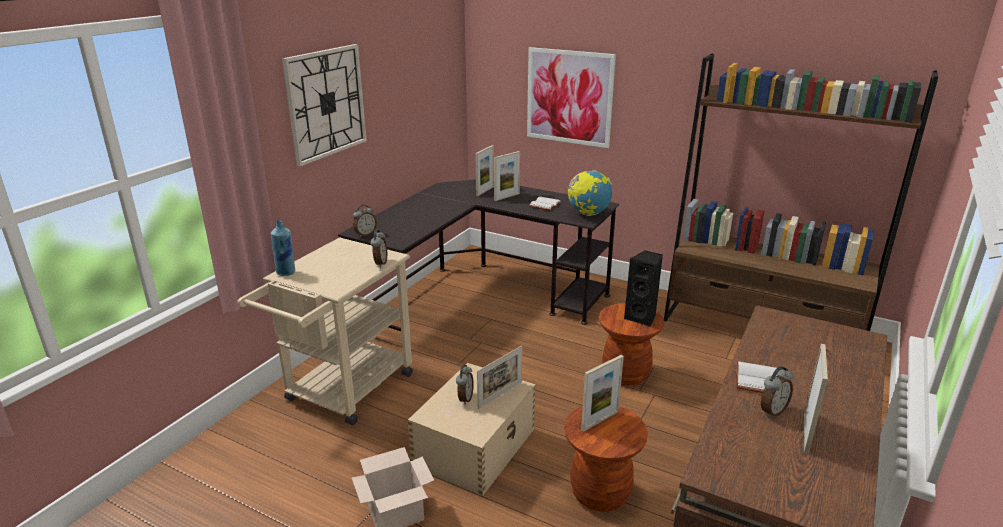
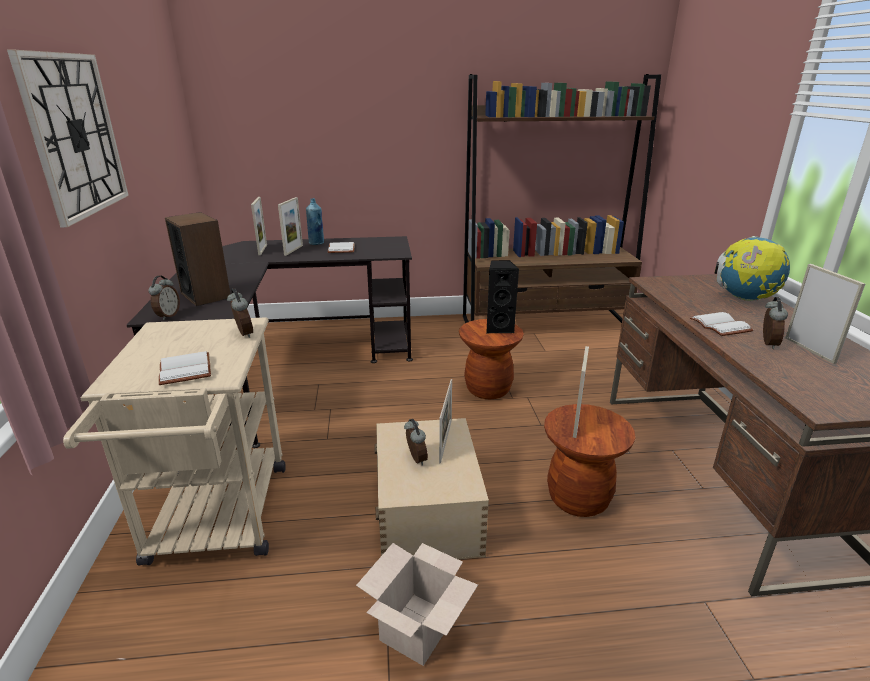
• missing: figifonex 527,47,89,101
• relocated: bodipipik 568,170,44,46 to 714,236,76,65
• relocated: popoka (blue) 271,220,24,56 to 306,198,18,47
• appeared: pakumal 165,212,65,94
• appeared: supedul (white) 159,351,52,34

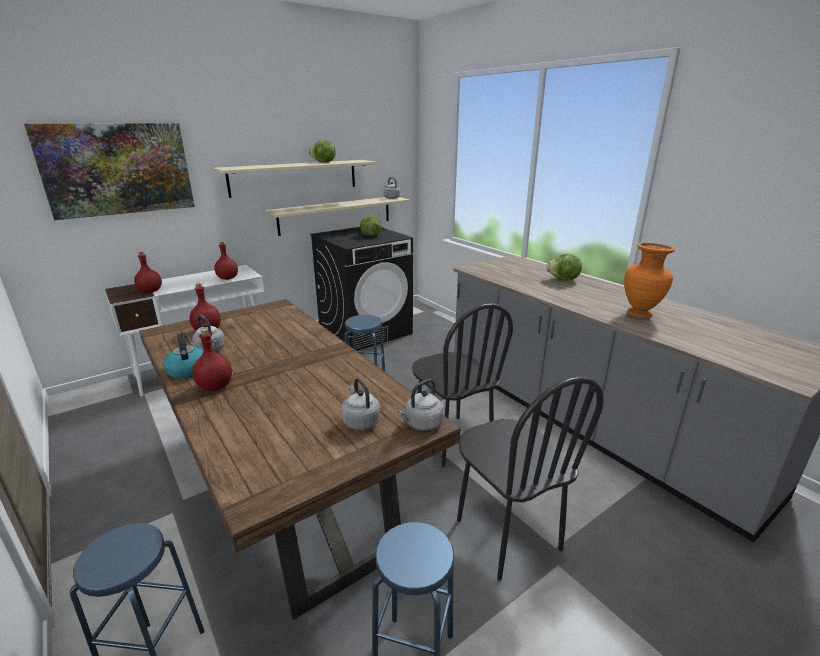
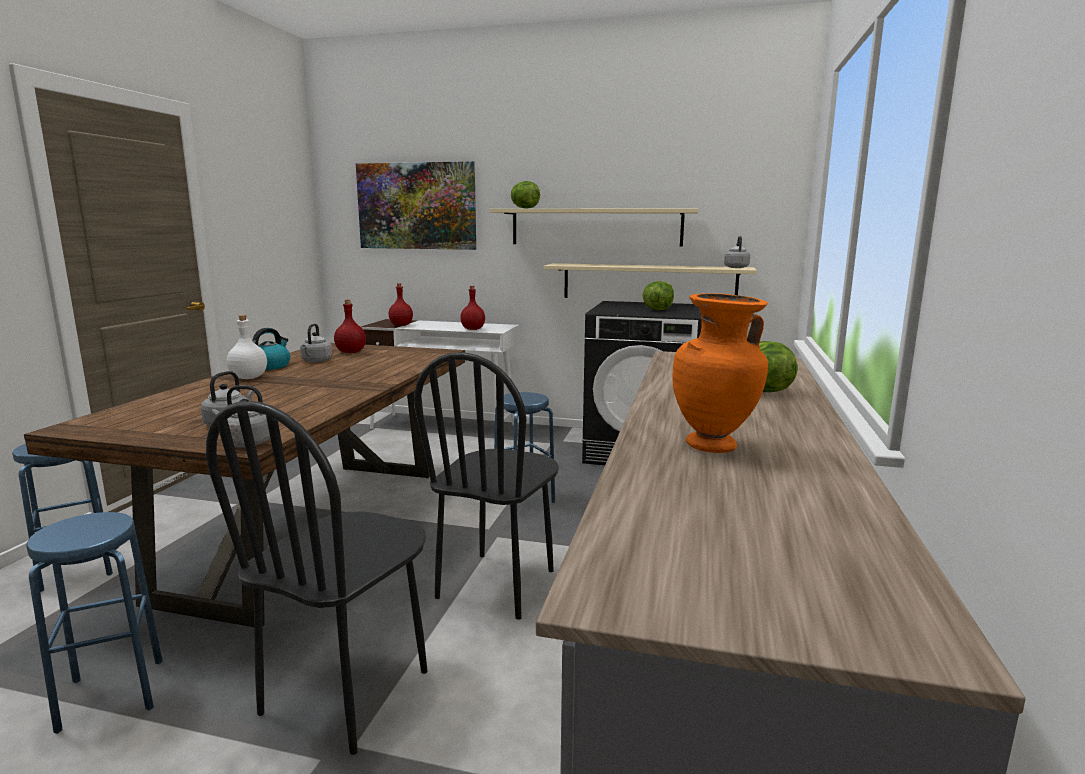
• relocated: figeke 309,141,26,22 to 511,181,29,28
• colour: popoka (red) 192,328,40,63 to popoka (white) 227,315,40,64

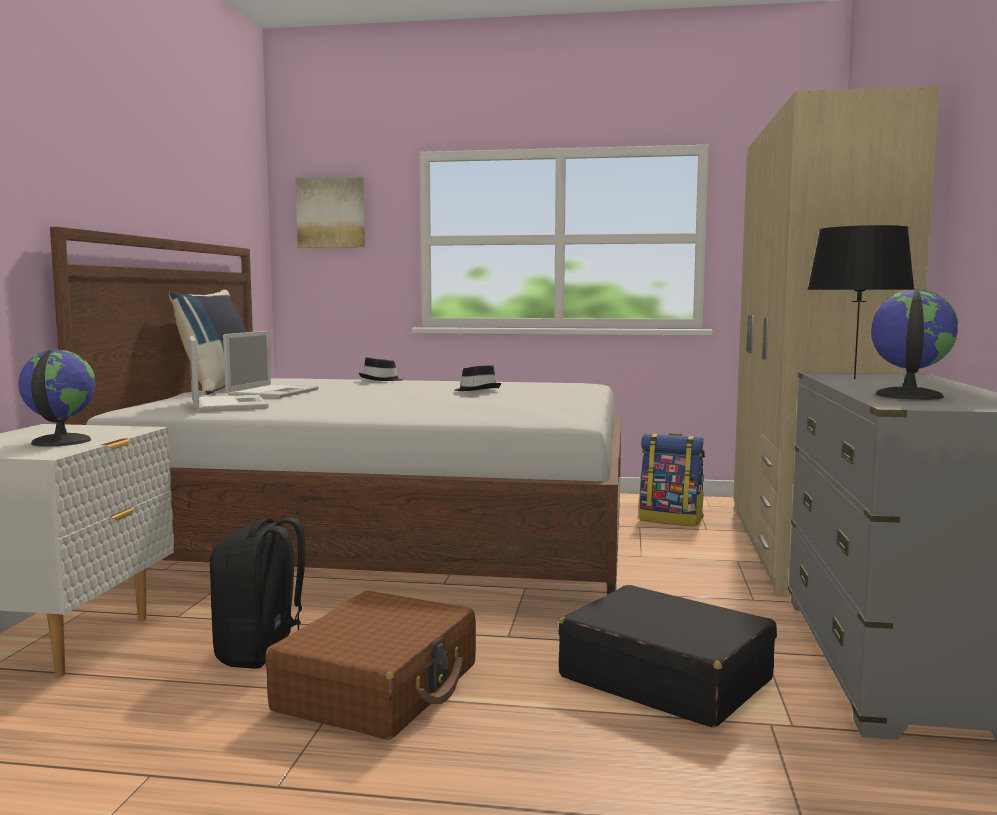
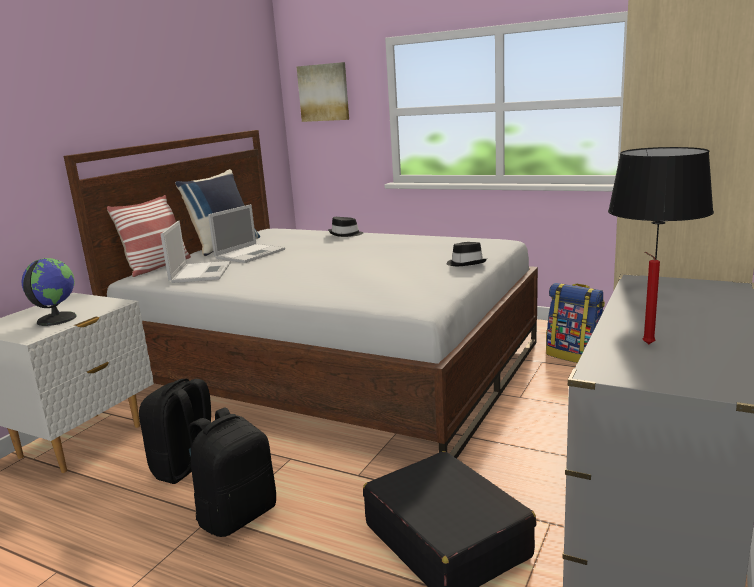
• exchanged: bodipipik 870,289,88,111 to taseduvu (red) 643,252,17,93
• relocated: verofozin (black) 455,365,46,26 to 447,242,40,24
• exchanged: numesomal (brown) 265,591,211,149 to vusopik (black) 188,407,88,130
• appeared: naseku 107,195,84,82

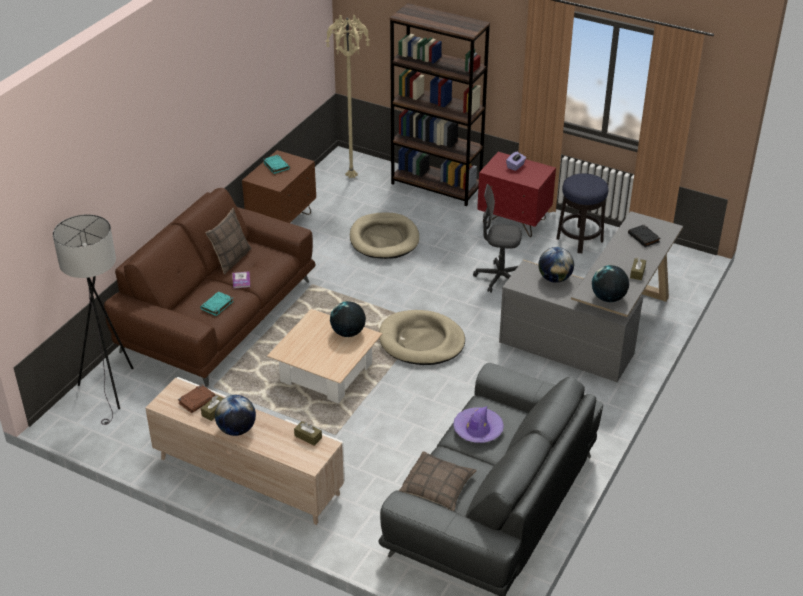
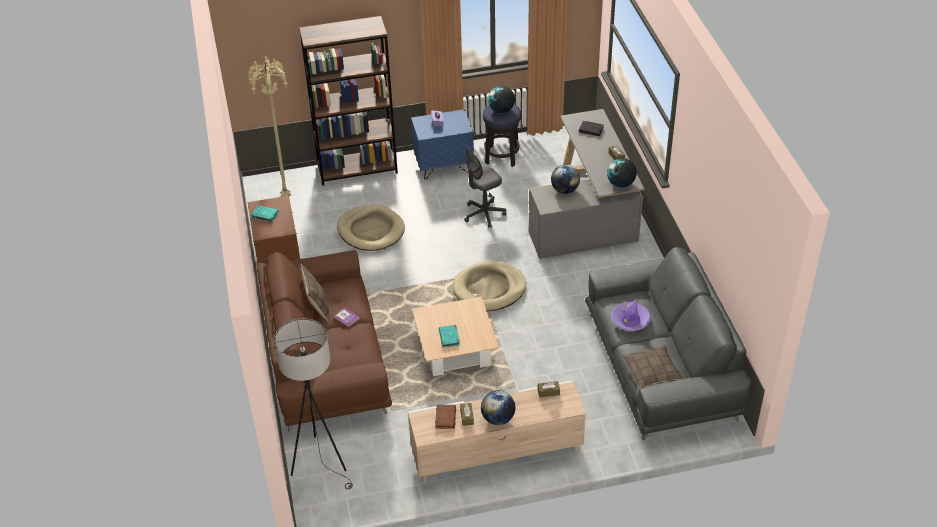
• colour: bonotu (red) 477,152,79,85 to bonotu (blue) 411,109,63,71
• relocated: supedul (turquoise) 200,291,34,25 to 439,325,21,23
• relocated: bodipipik 330,301,36,36 to 488,86,27,27

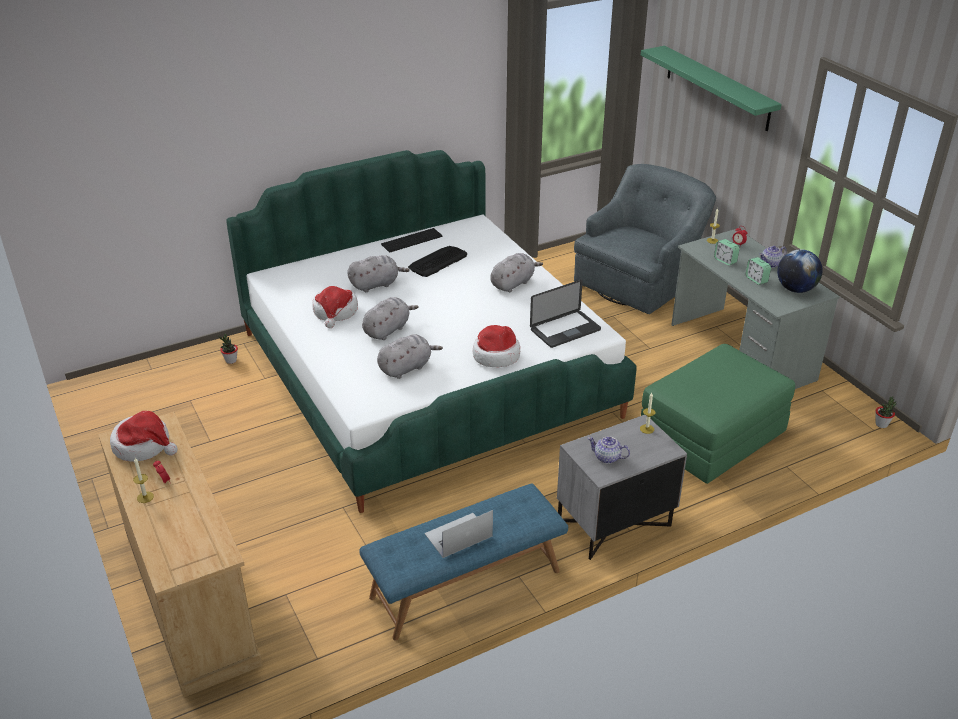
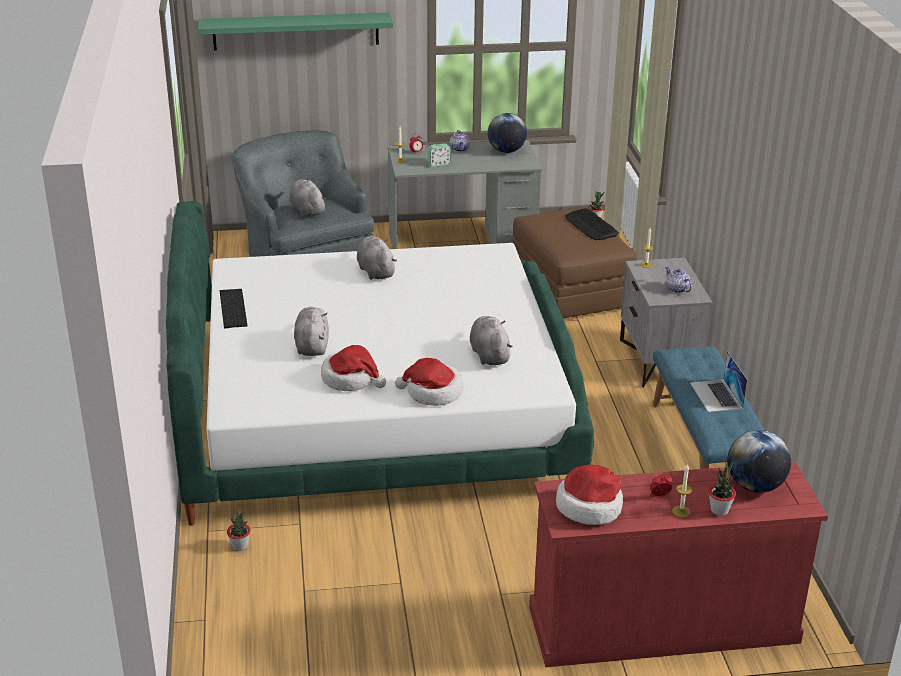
• relocated: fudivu 408,246,59,31 to 565,208,54,32
• missing: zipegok 746,257,25,28
• missing: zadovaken 530,280,71,68
• relocated: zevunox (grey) 362,297,57,43 to 289,179,37,38
• relocated: verofozin 473,325,47,42 to 395,358,68,48
• colour: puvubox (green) 641,344,154,140 to puvubox (brown) 513,207,124,111
• colour: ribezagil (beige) 98,412,165,285 to ribezagil (red) 529,462,299,205
• spun: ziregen 588,436,42,28 = 665,266,27,27 105 degrees clockwise
• appeared: bodipipik 727,430,64,63
• appeared: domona 708,463,28,53

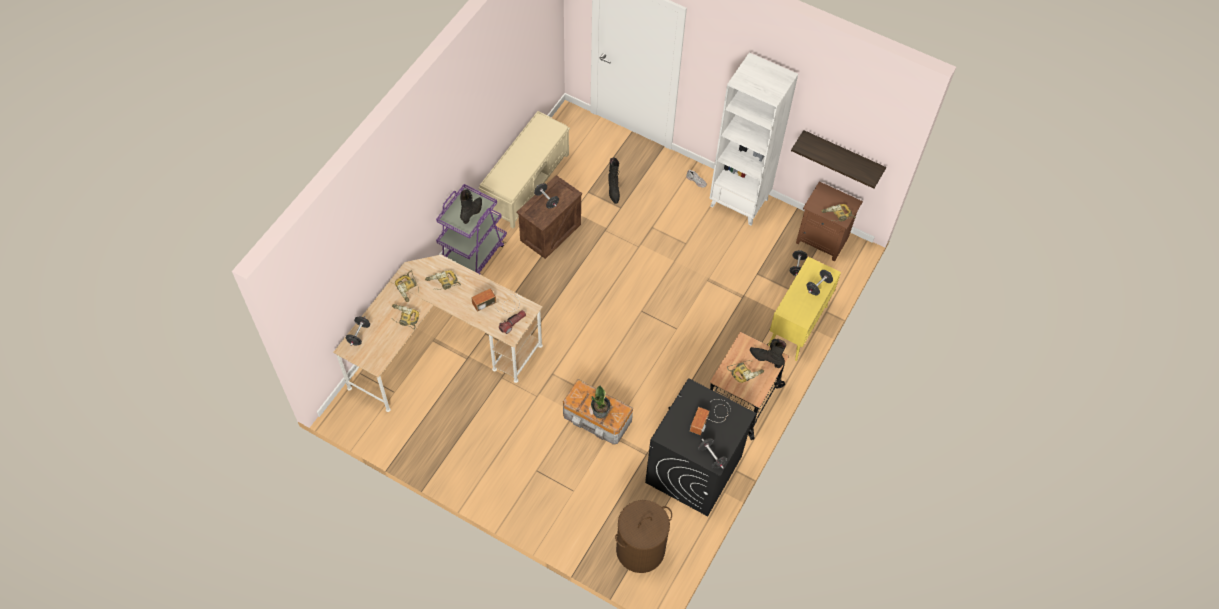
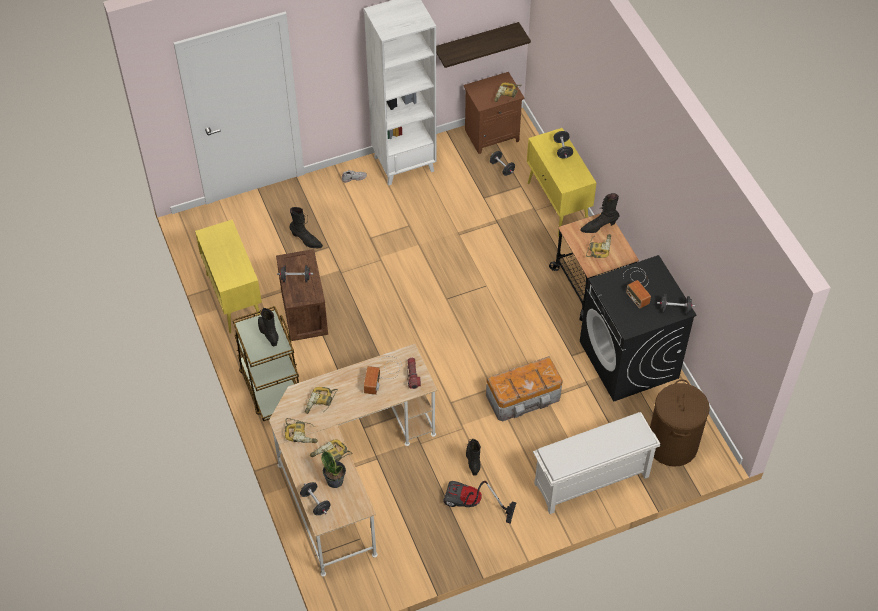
• exchanged: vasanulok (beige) 479,111,91,118 to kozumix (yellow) 195,219,67,114
• colour: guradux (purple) 436,184,71,90 to guradux (brown) 233,306,66,115
• relocated: domona 591,385,20,34 to 321,451,25,37
• appeared: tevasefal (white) 533,412,127,102
• appeared: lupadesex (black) 466,439,15,37
• appeared: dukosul 443,481,74,43

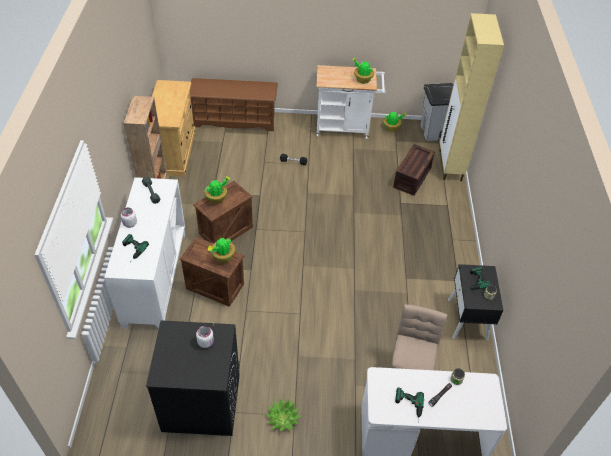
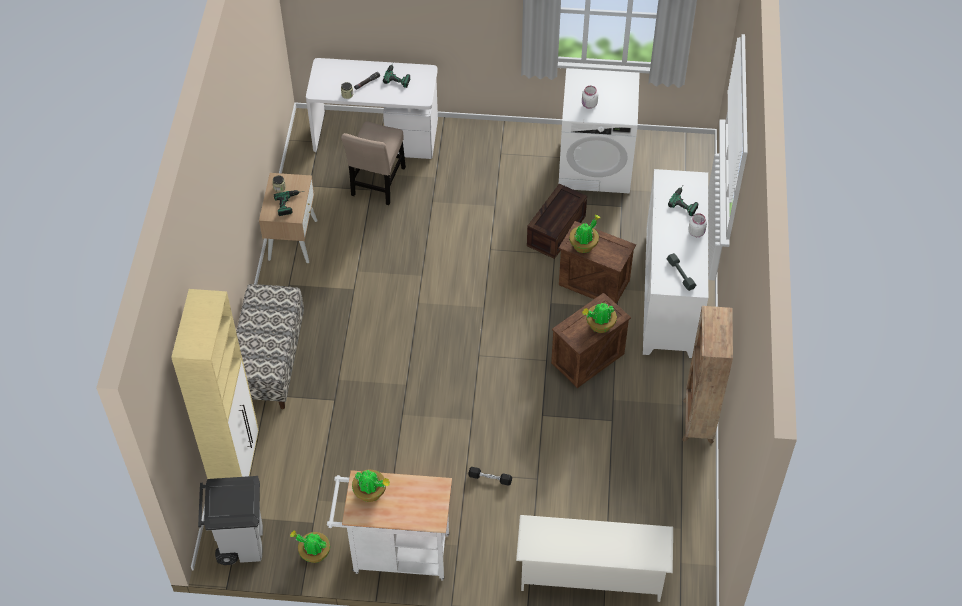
• colour: tevasefal (brown) 190,78,88,53 to tevasefal (white) 516,515,157,87
• missing: kozumix (beige) 152,80,44,96
• relocated: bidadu 393,144,42,52 to 527,184,60,75
• colour: bonotu (black) 448,264,56,77 to bonotu (beige) 259,173,59,90
• colour: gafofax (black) 146,320,94,116 to gafofax (white) 558,68,82,125
• missing: domona 266,398,35,34
• appeared: vasanulok 236,284,68,125

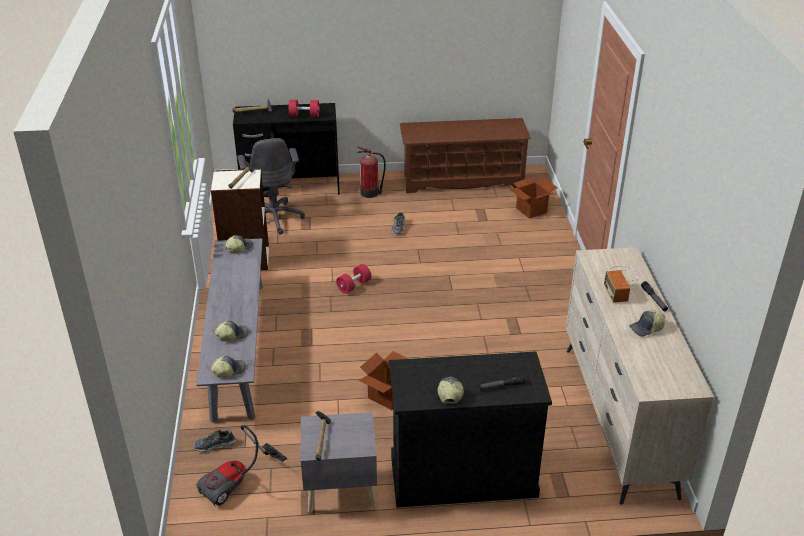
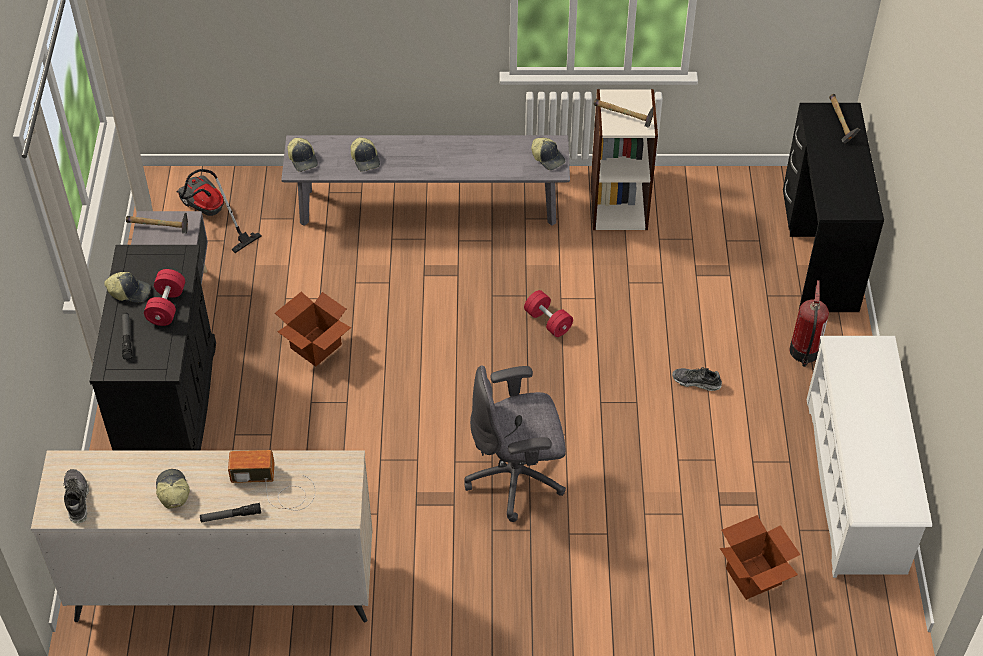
• relocated: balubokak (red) 289,100,31,17 to 144,269,41,57
• colour: tevasefal (brown) 400,118,131,75 to tevasefal (white) 807,336,125,242
• relocated: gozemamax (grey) 237,138,68,97 to 464,365,102,157
• relocated: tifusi 193,429,43,24 to 63,469,26,55

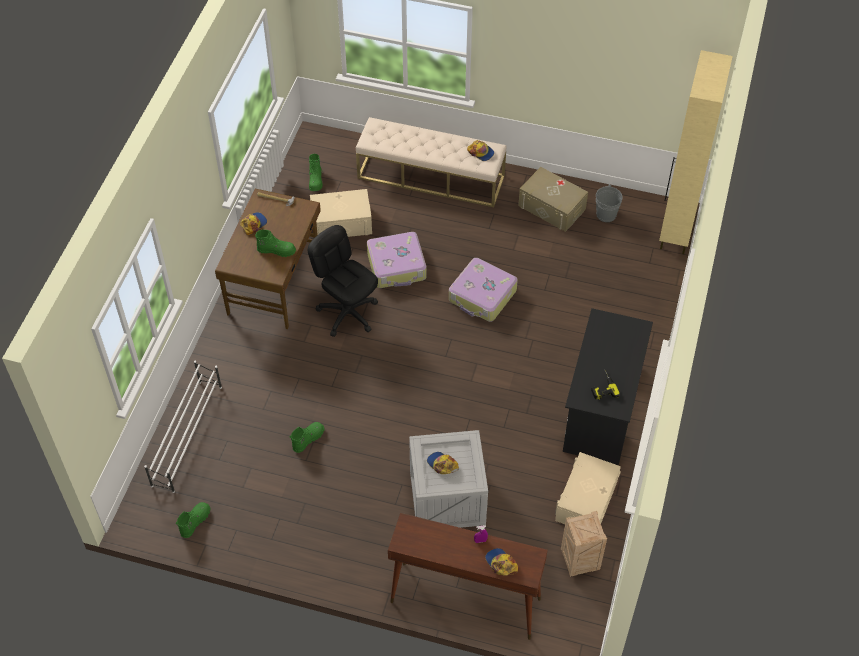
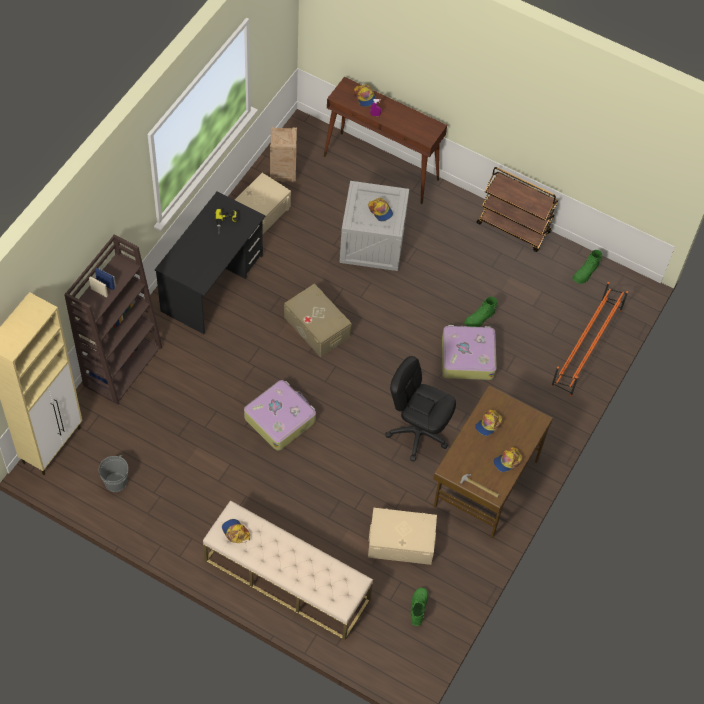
• relocated: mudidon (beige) 518,167,70,65 to 284,284,67,73
• spun: gozemamax (black) 308,225,70,112 = 385,356,71,106 150 degrees clockwise
• exchanged: lupadesex (green) 255,230,41,27 to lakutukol 475,410,27,26
• relocated: numesomal 367,232,60,56 to 442,325,55,55
• colour: tevasefal (white) 144,361,78,132 to tevasefal (orange) 551,282,77,114
• appeared: guradux (brown) 477,167,81,85
• appeared: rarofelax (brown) 64,234,98,171

